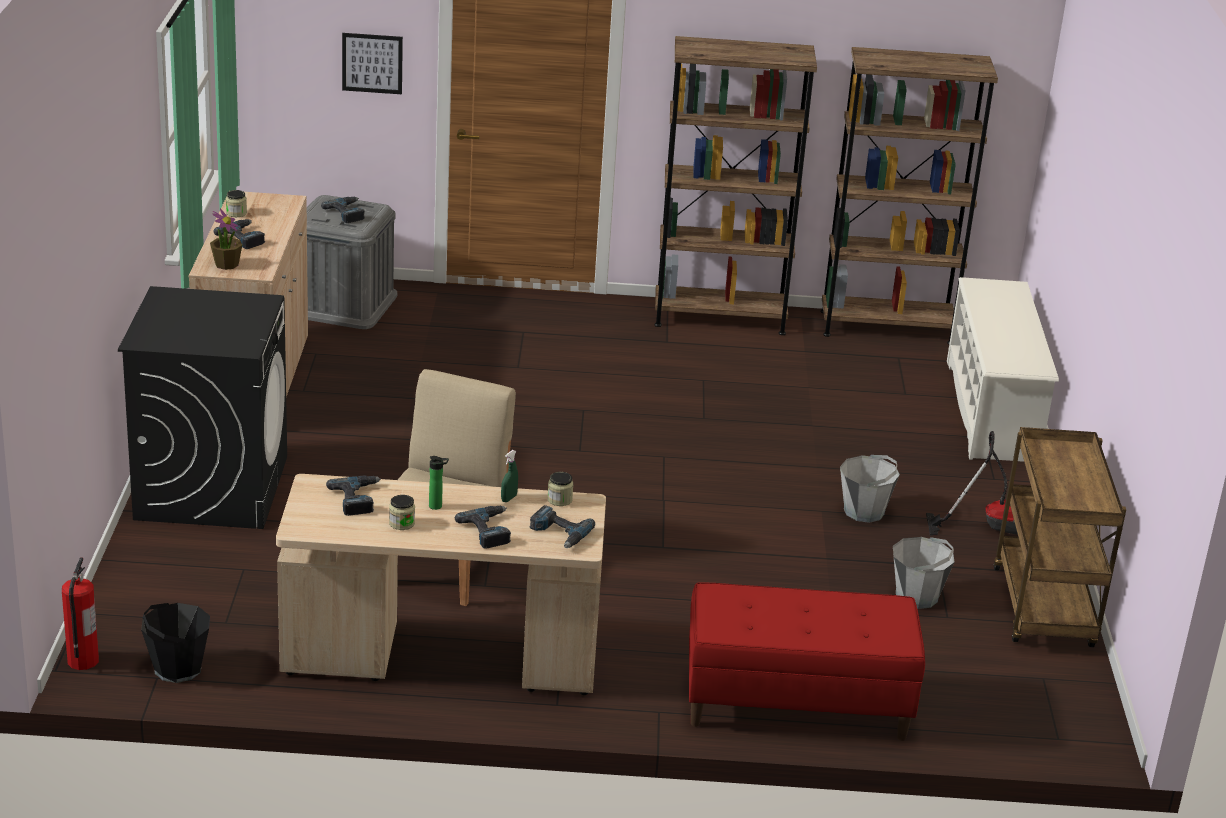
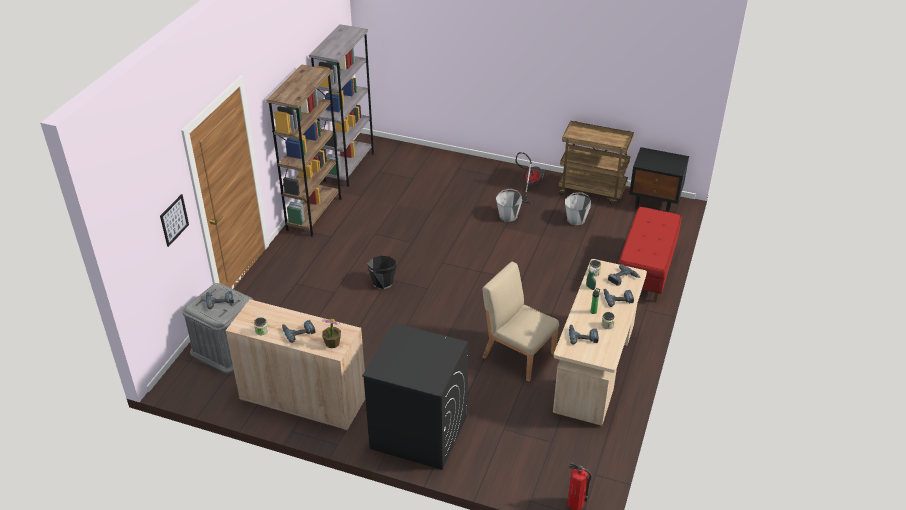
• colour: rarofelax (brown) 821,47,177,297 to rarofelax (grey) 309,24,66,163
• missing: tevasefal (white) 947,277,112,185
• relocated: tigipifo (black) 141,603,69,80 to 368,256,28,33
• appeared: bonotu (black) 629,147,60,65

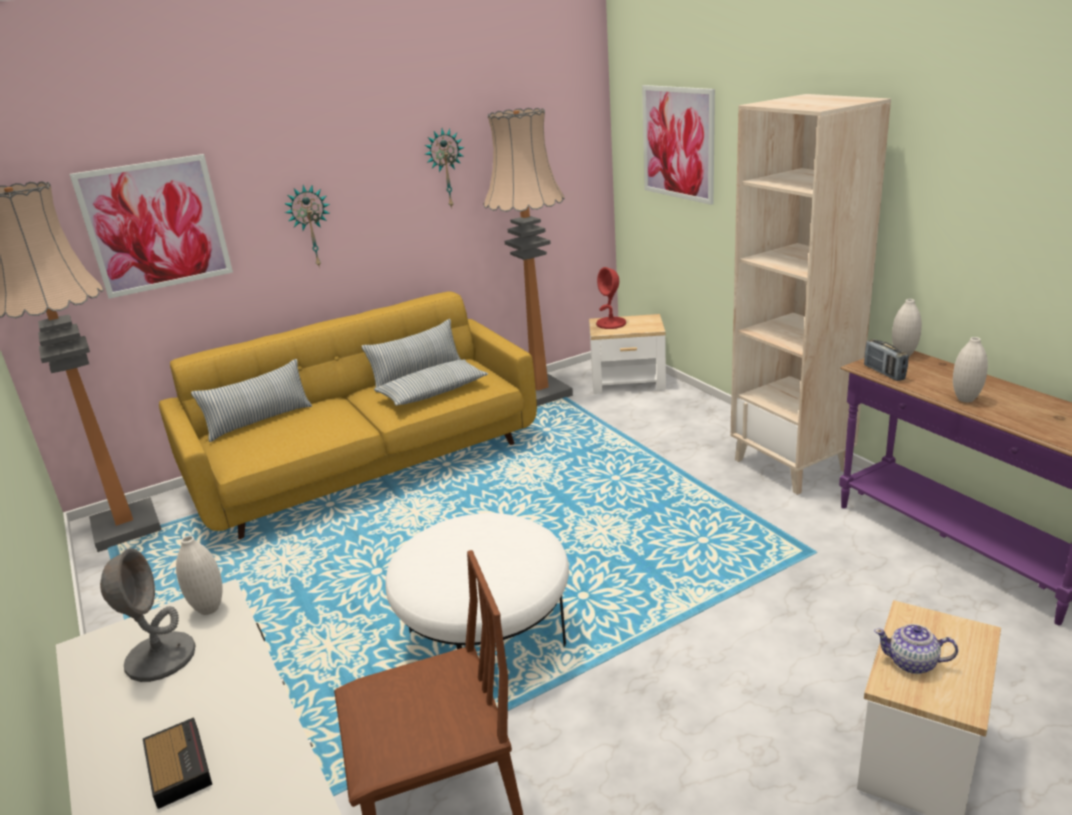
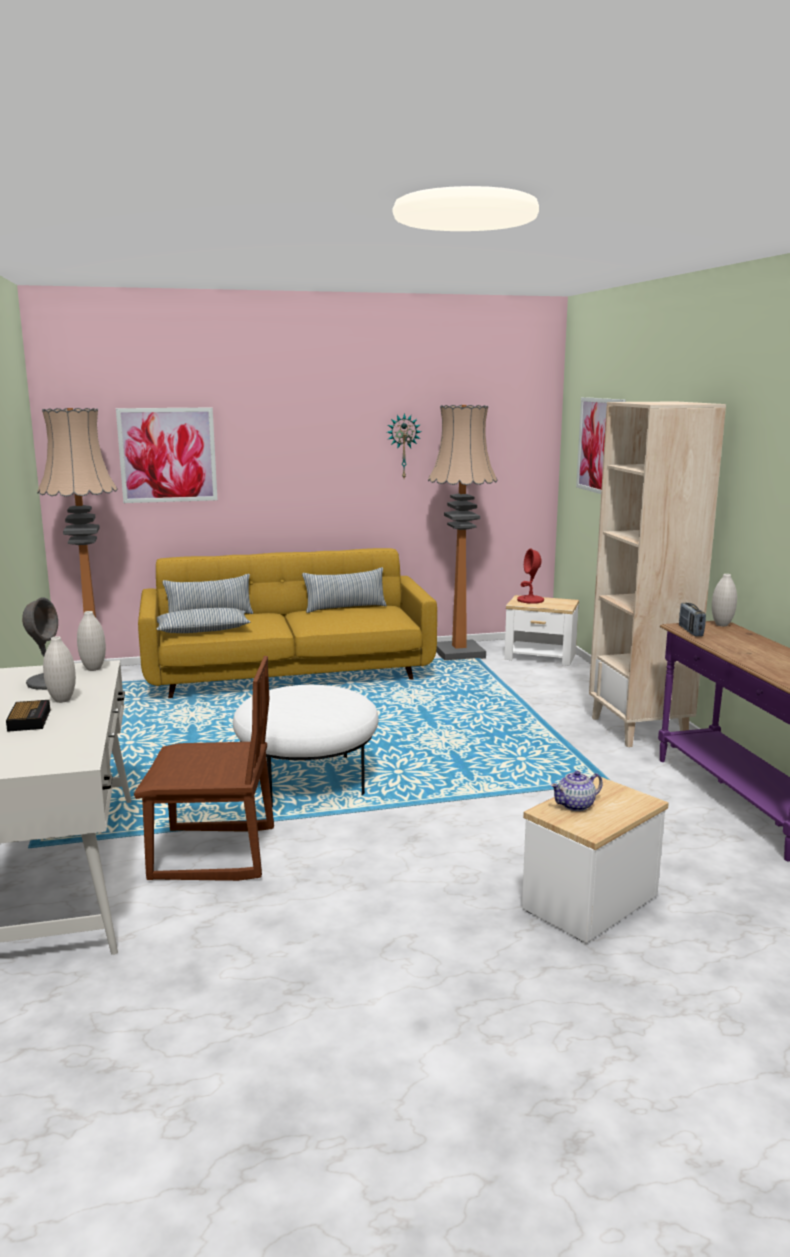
• missing: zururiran 284,185,46,81
• relocated: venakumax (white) 953,337,35,65 to 43,636,33,67
• relocated: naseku 374,359,114,47 to 156,608,94,25
• spun: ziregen 874,624,84,50 = 550,771,53,40 60 degrees counterclockwise

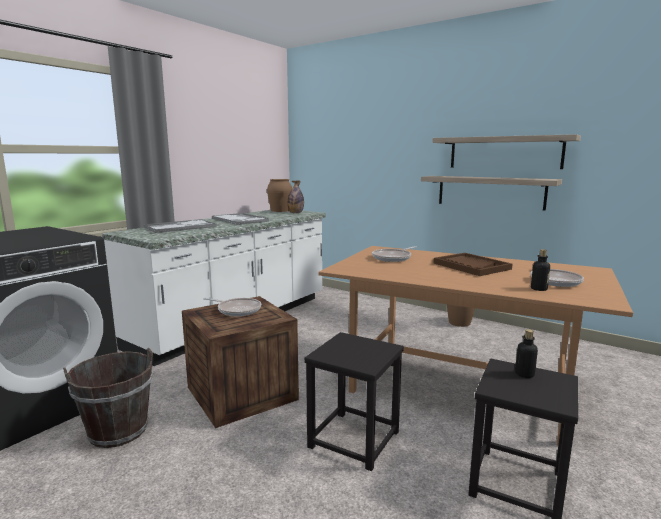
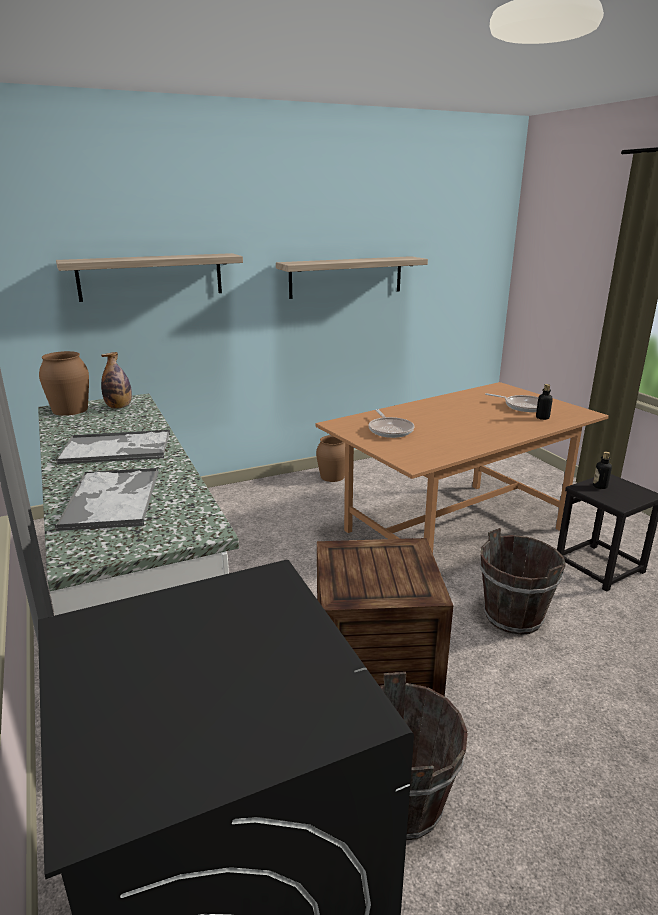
• relocated: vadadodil 421,176,141,35 to 56,253,187,49
• missing: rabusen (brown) 433,253,79,23
• missing: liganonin 203,298,58,18
• exchanged: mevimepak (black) 304,332,100,139 to tigipifo (brown) 480,528,85,107

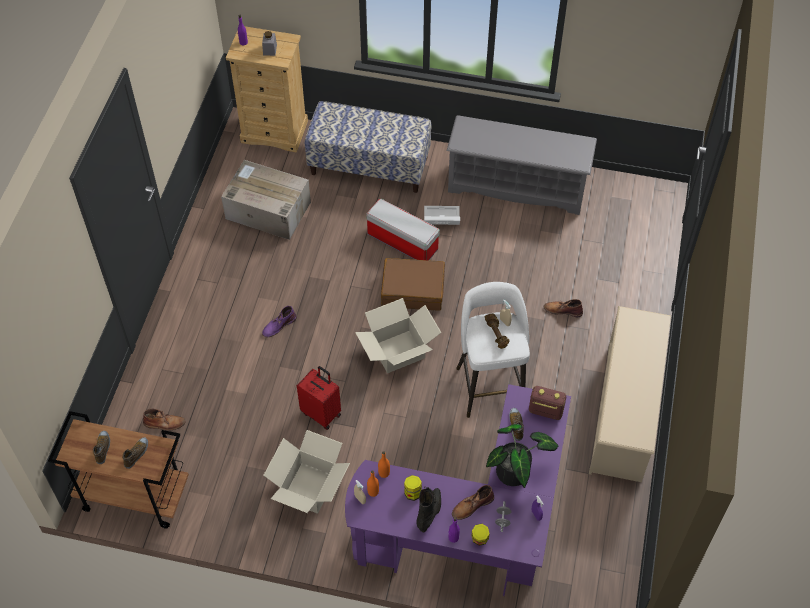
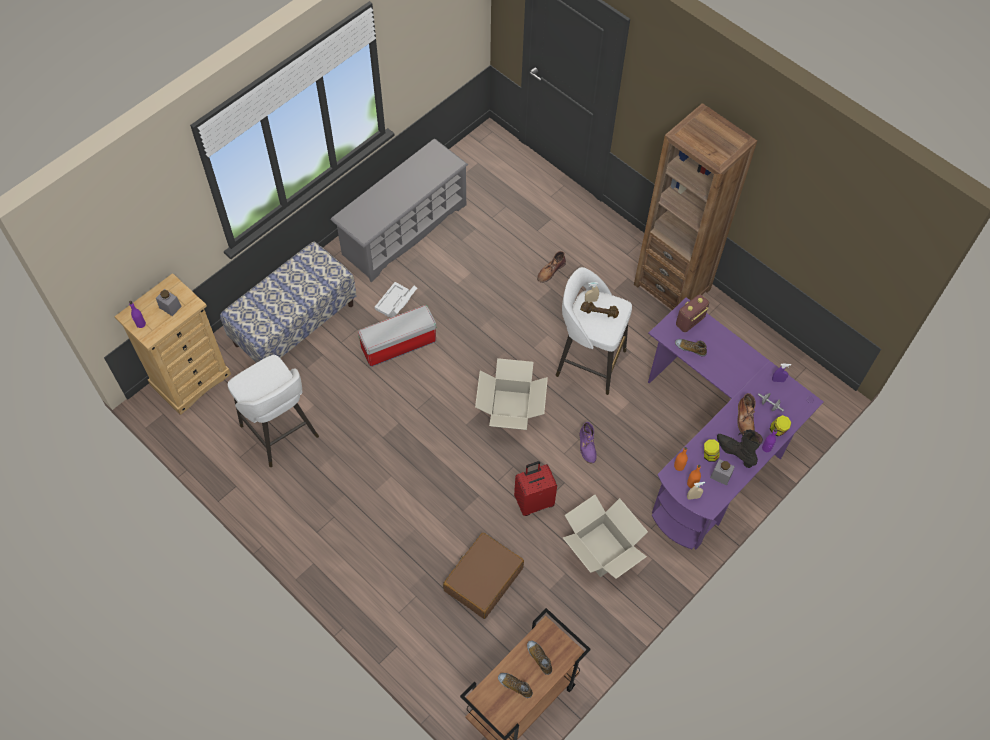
• exchanged: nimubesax 221,160,90,80 to mevimepak (white) 228,355,91,112
• relocated: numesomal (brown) 381,258,64,52 to 443,532,81,87
• relocated: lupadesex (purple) 262,306,35,31 to 580,422,17,41
• exchanged: tevasefal (beige) 589,306,82,176 to rarofelax (brown) 634,103,123,207
• missing: lupadesex (brown) 143,409,42,21
• missing: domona 486,424,72,64
• appeared: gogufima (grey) 710,459,25,27

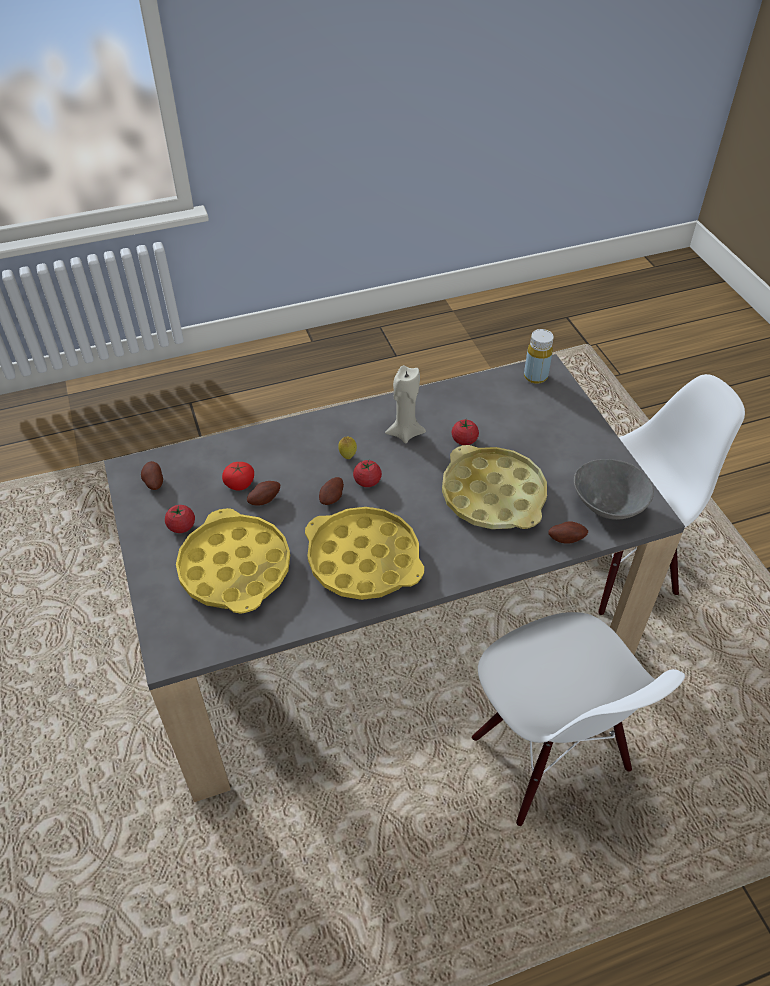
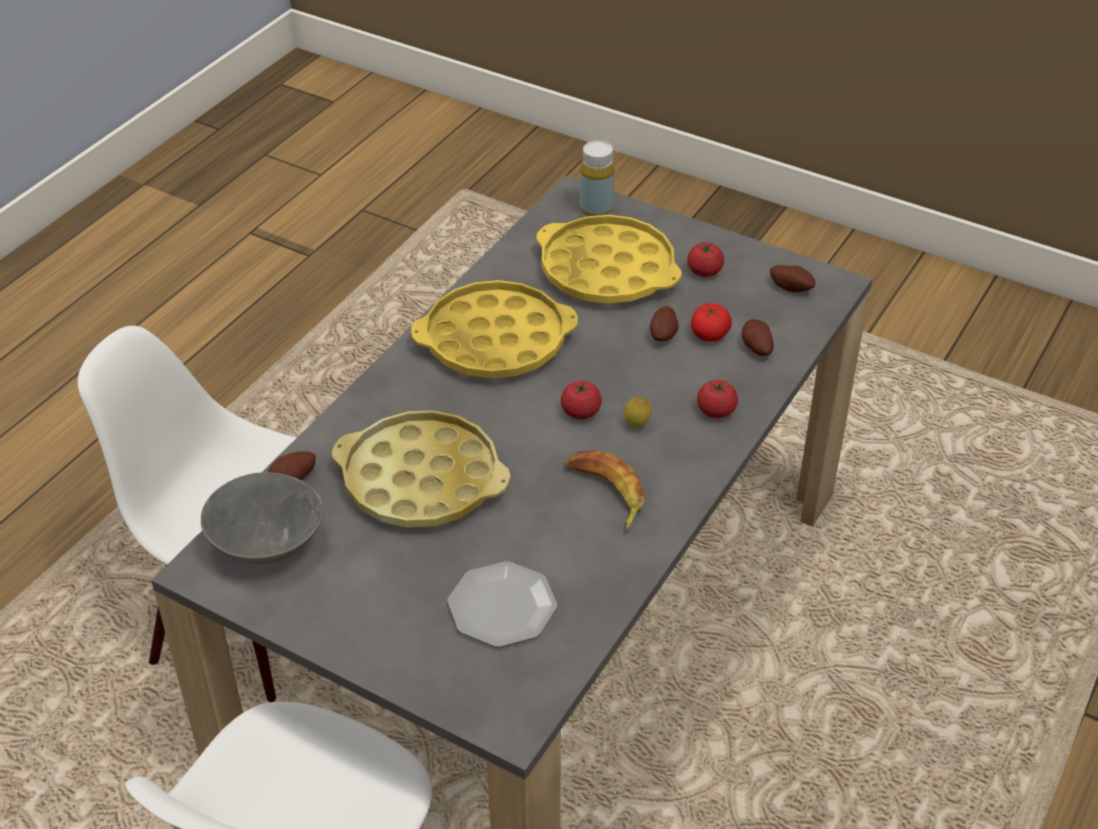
• relocated: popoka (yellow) 524,329,30,55 to 580,141,34,75
• exchanged: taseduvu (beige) 385,365,41,78 to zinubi 564,450,80,81
• relocated: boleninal 452,420,27,25 to 697,380,41,38
• relocated: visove 319,477,25,28 to 742,319,32,37
• appeared: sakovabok 447,561,110,86

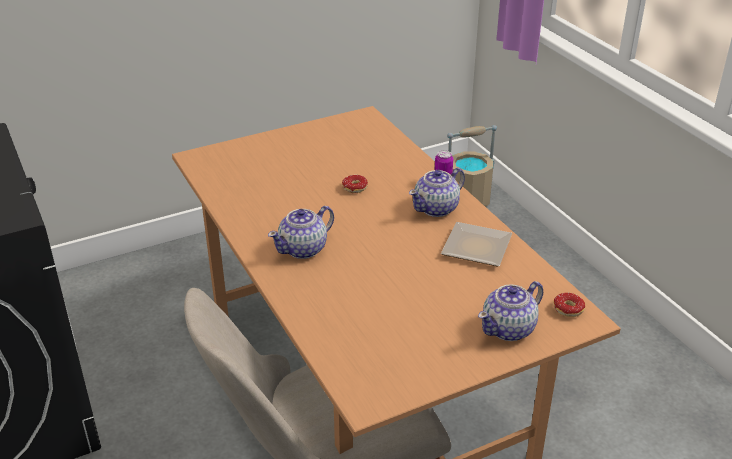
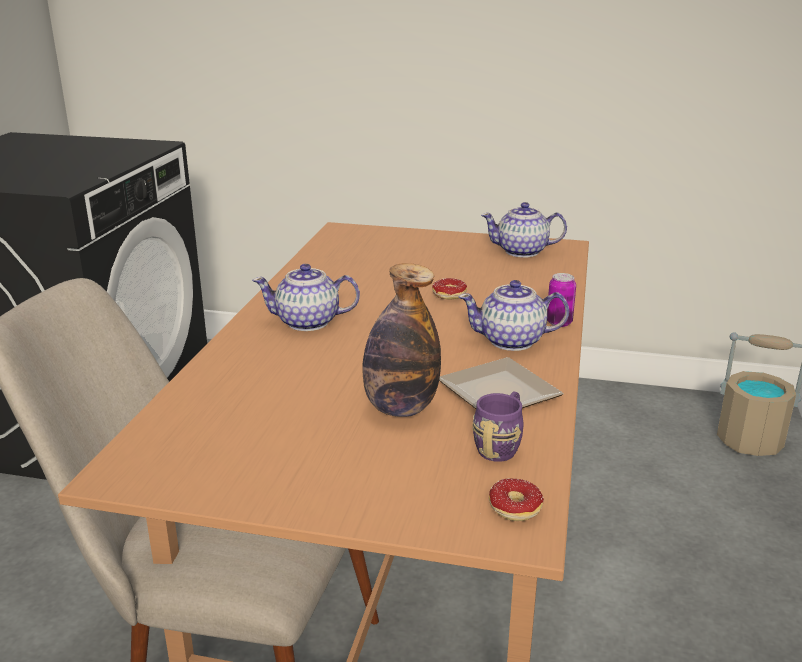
• relocated: ziregen 478,281,65,60 to 481,202,86,56
• appeared: popoka 362,263,79,154
• appeared: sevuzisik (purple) 473,392,51,70

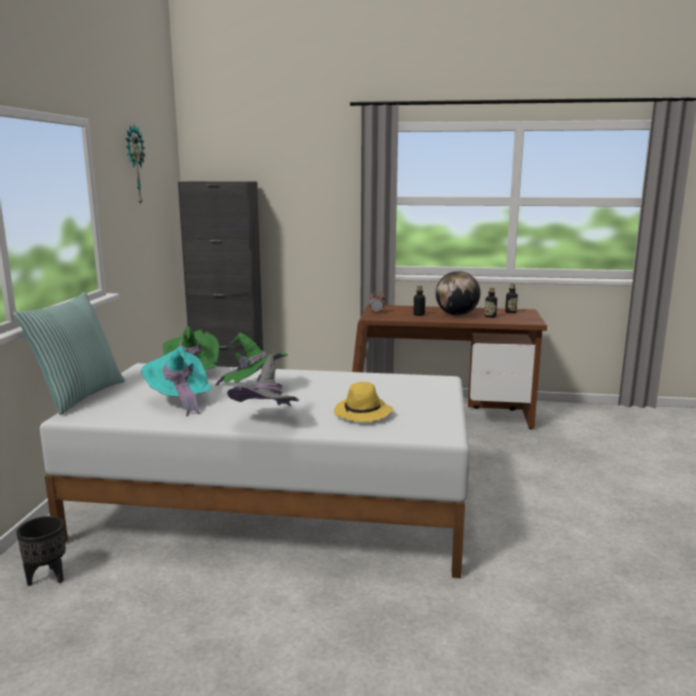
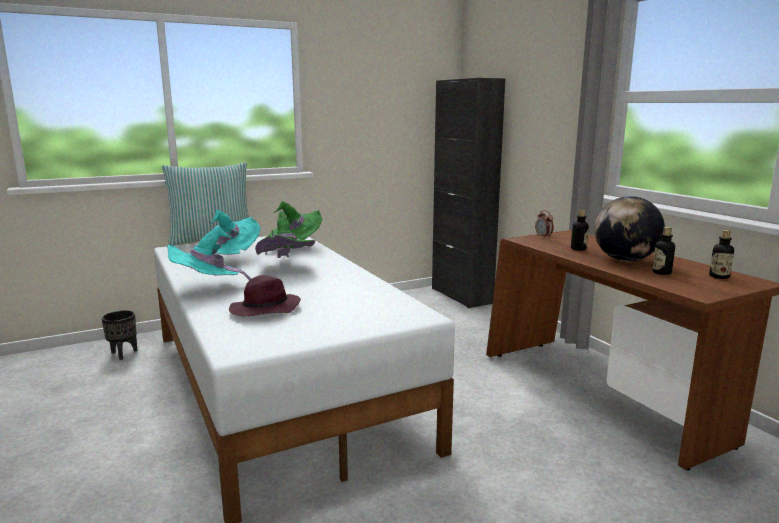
• missing: zururiran 125,125,20,81
• colour: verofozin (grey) 227,354,72,52 to verofozin (turquoise) 167,227,84,53
• colour: verofozin (yellow) 334,382,59,40 to verofozin (purple) 229,275,72,41

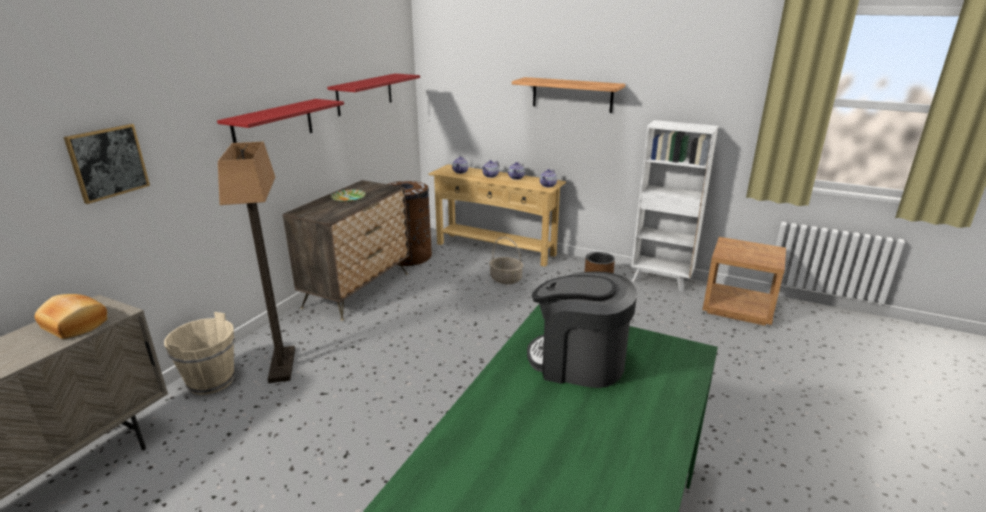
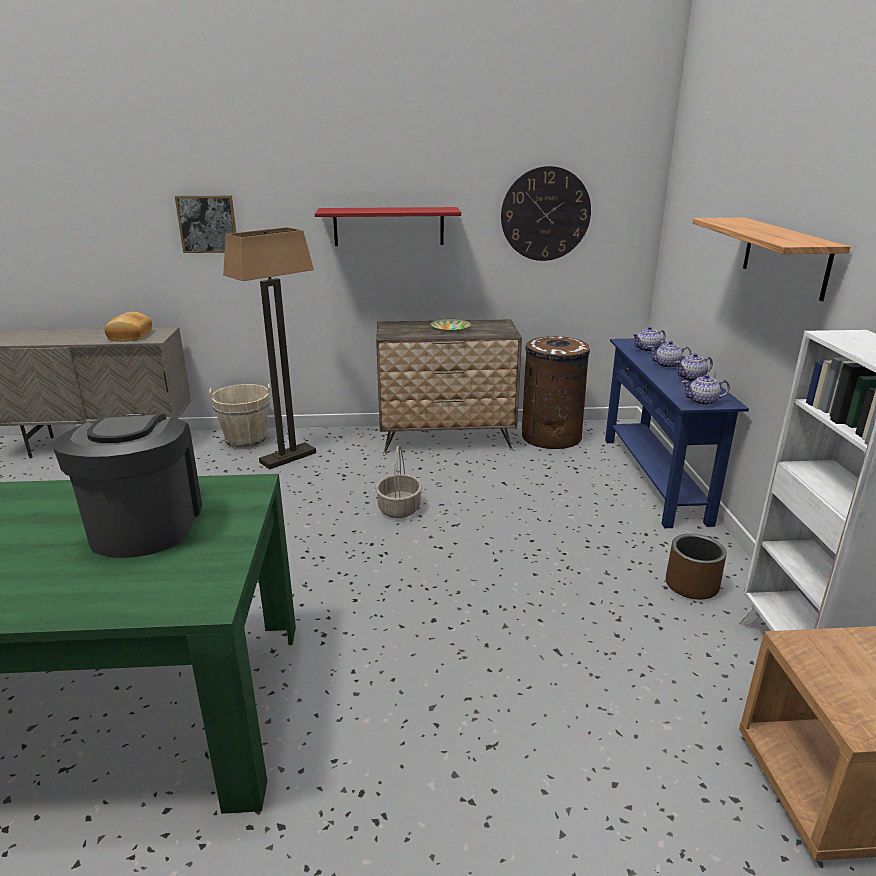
• exchanged: vadadodil (red) 327,74,93,42 to zururiran 501,166,90,95
• colour: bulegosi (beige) 428,164,138,103 to bulegosi (blue) 605,338,144,190
• relocated: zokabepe 489,237,34,47 to 376,445,46,73

